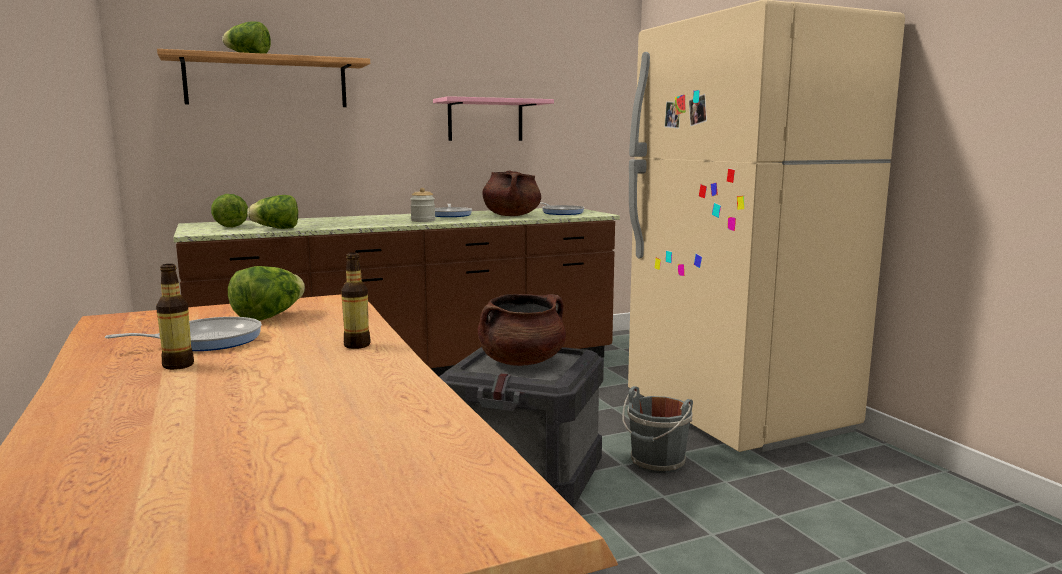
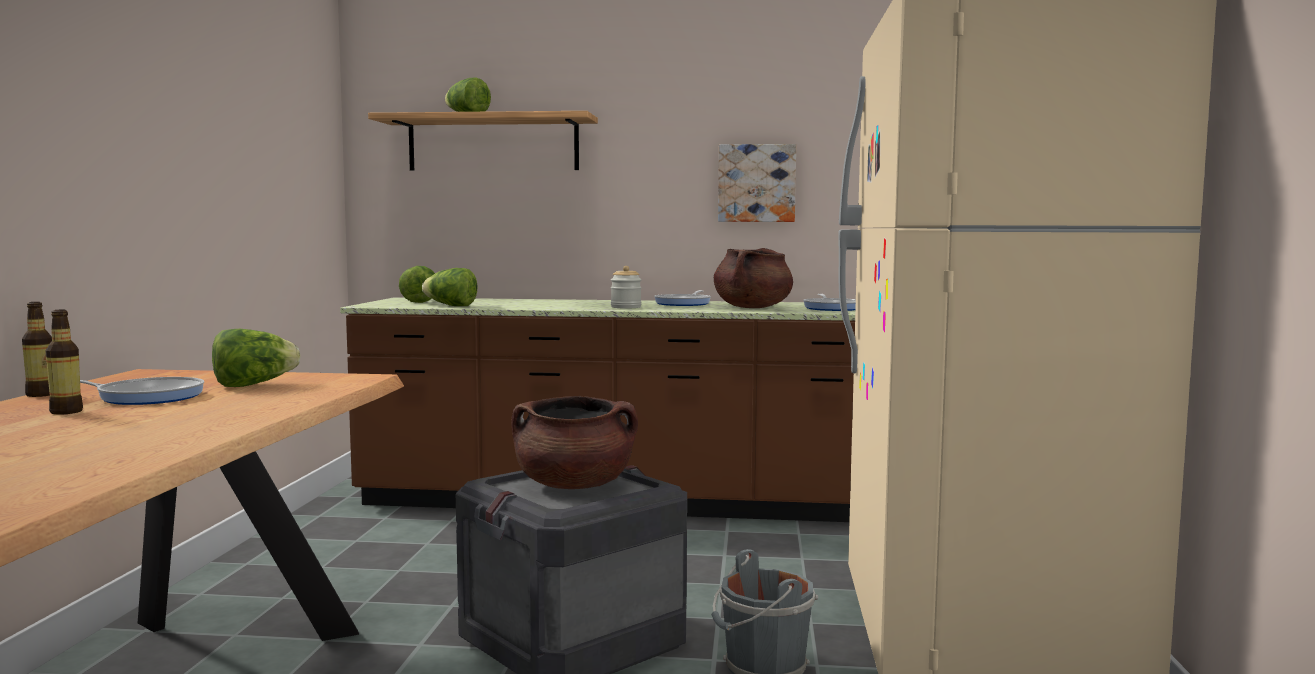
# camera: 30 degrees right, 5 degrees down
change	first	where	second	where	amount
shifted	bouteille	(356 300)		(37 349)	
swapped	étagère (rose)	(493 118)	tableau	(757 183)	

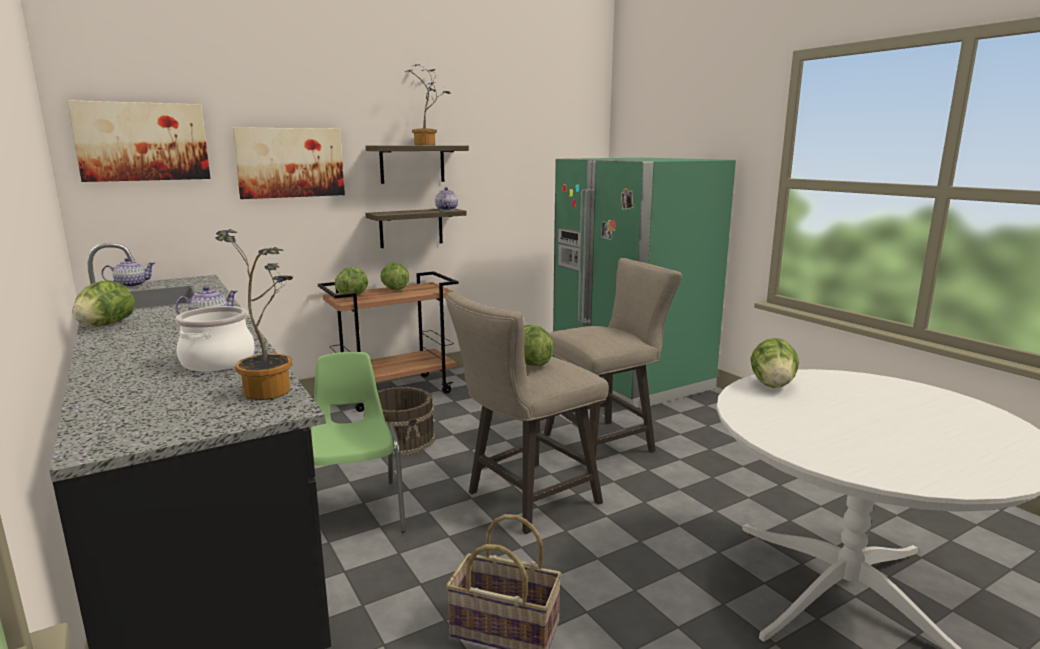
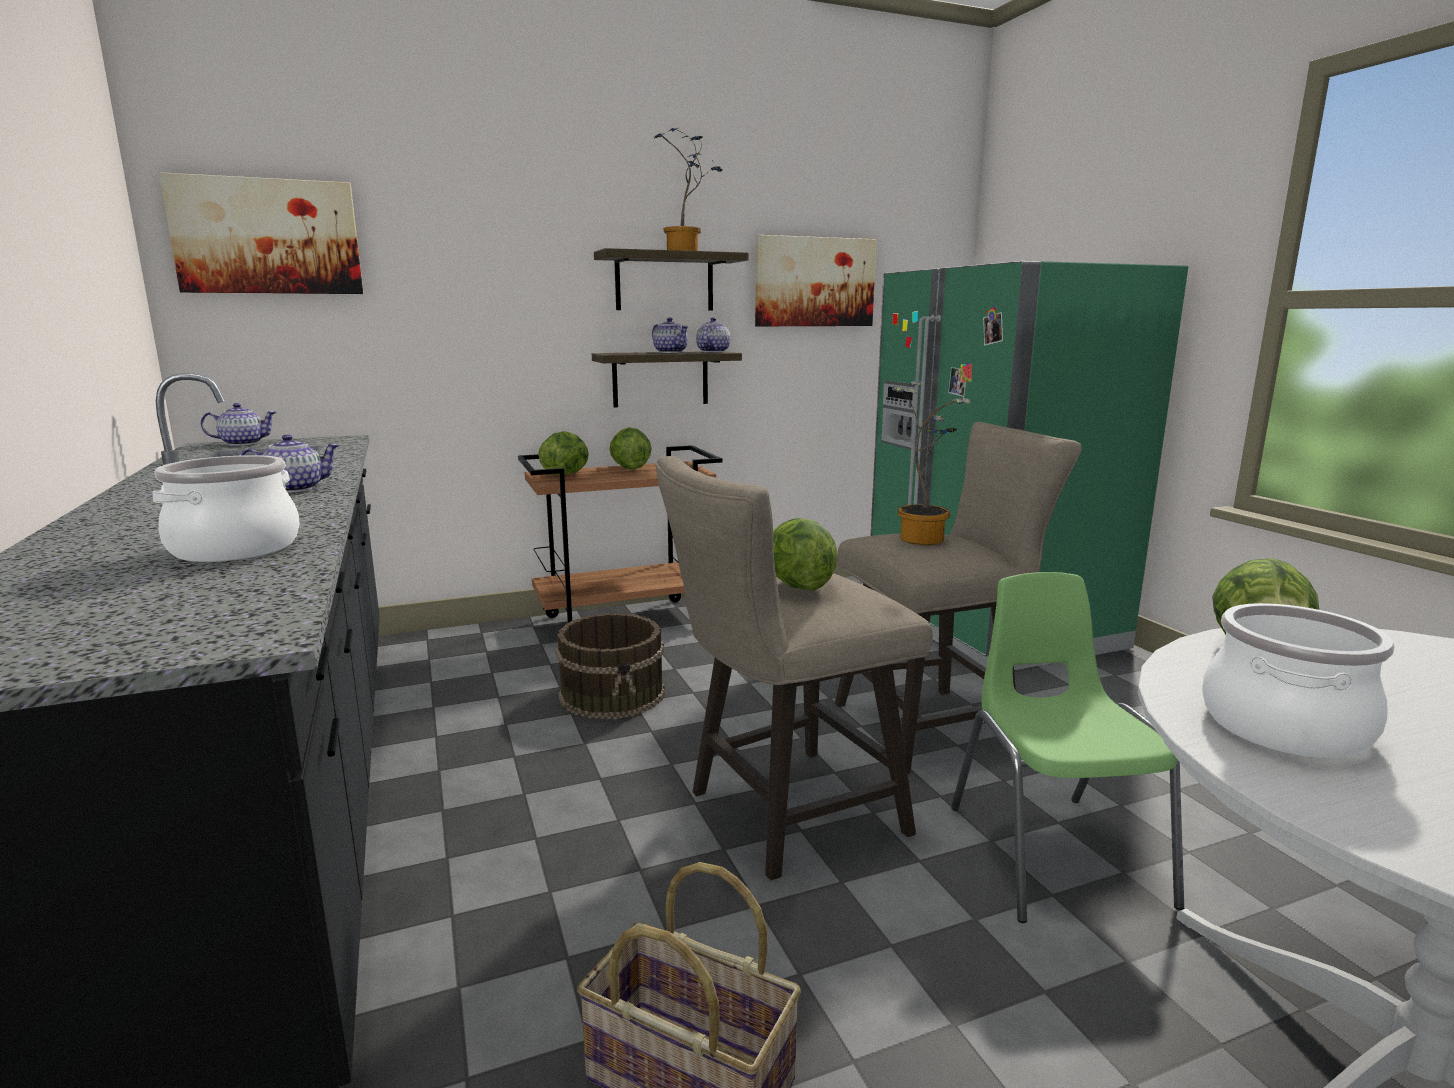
# camera: 10 degrees right, 0 degrees up
change	first	where	second	where	amount
gone	laitue	(103 303)			
shifted	plante en pot	(254 314)		(932 462)	
shifted	tableau	(288 163)		(815 280)	
shifted	chaise (vert)	(358 442)		(1067 747)	
new			théière	(670 335)	
new			marmite	(1298 681)	

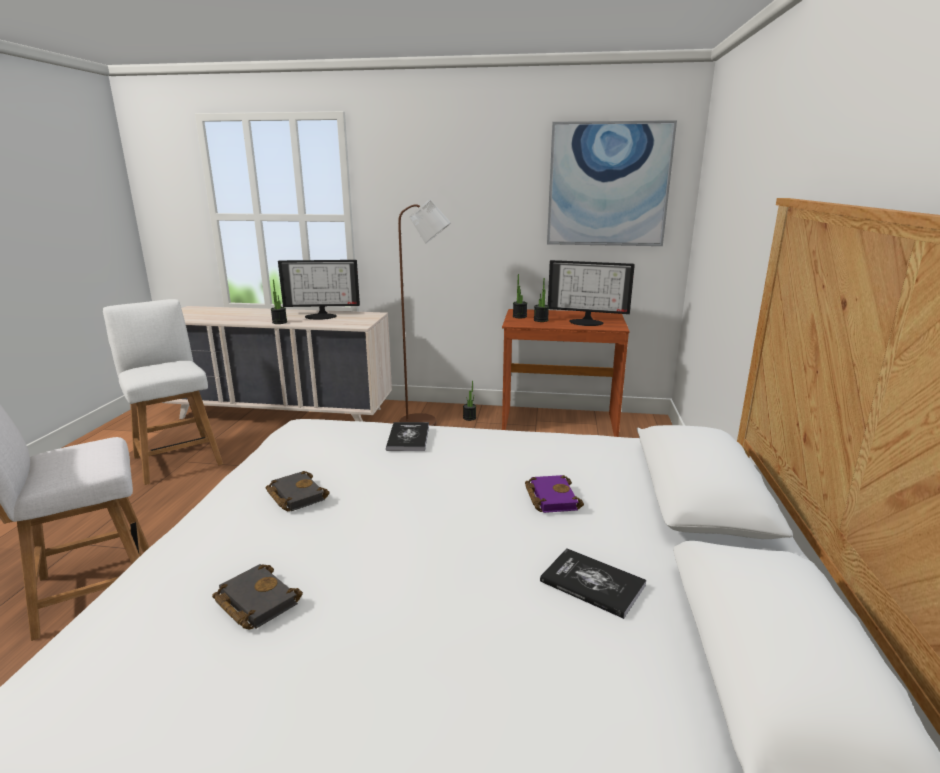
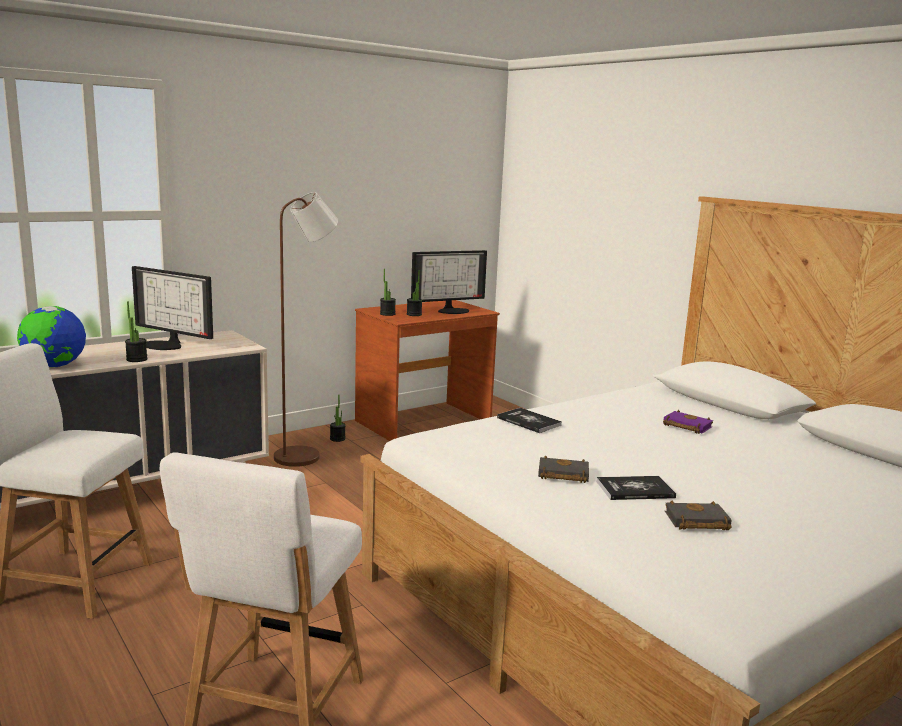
# camera: 45 degrees left, 5 degrees down
change	first	where	second	where	amount
rotated	écran d'ordinateur	(319 290)		(172 308)	75 degrees clockwise
shifted	livre	(593 583)		(636 488)	
gone	tableau	(612 183)			
new			globe	(51 336)	

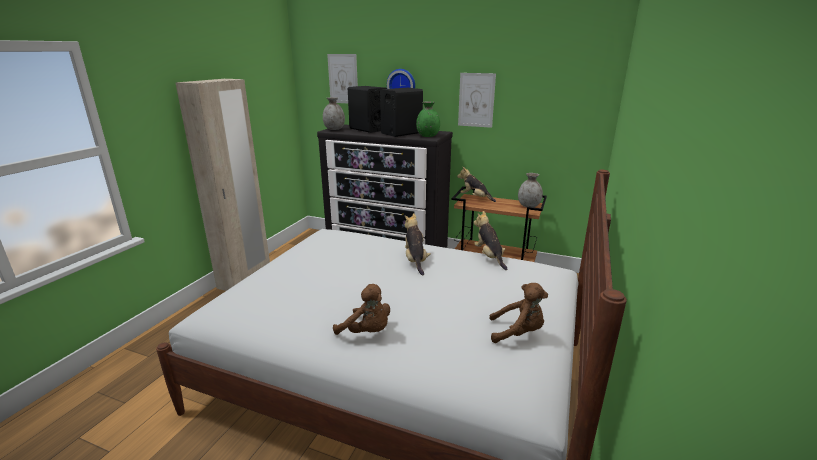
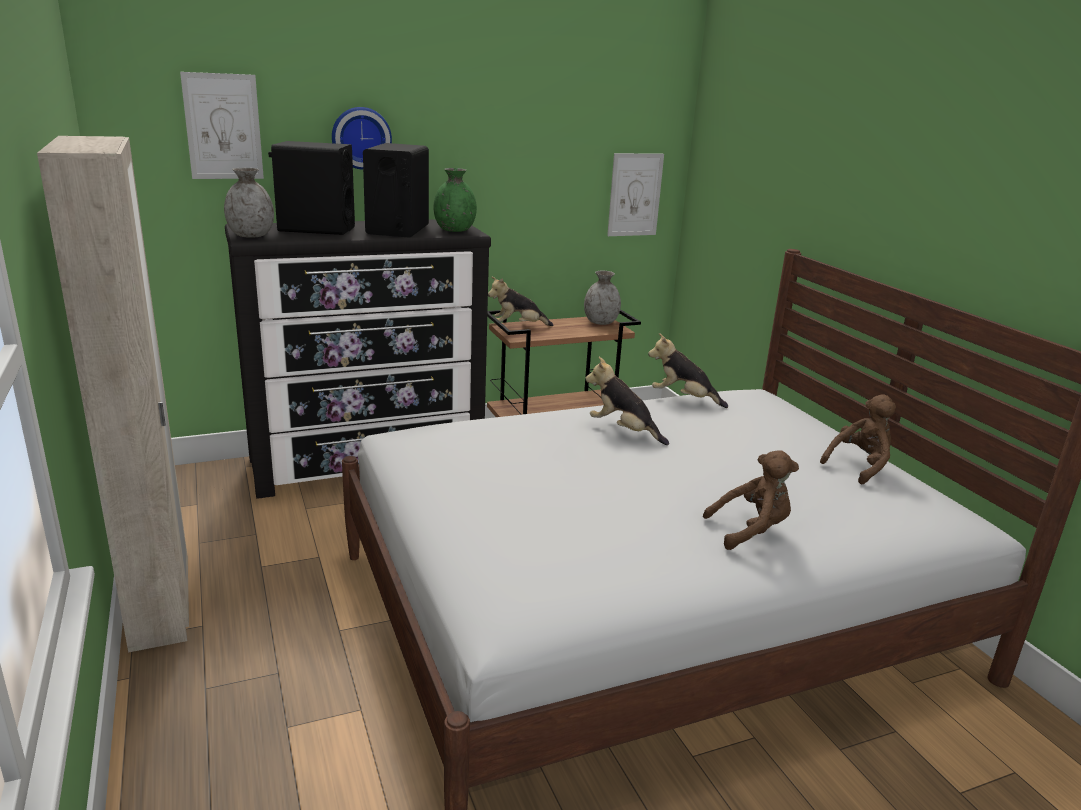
# camera: 45 degrees left, 0 degrees up
change	first	where	second	where	amount
shifted	tableau	(477 100)		(635 194)	

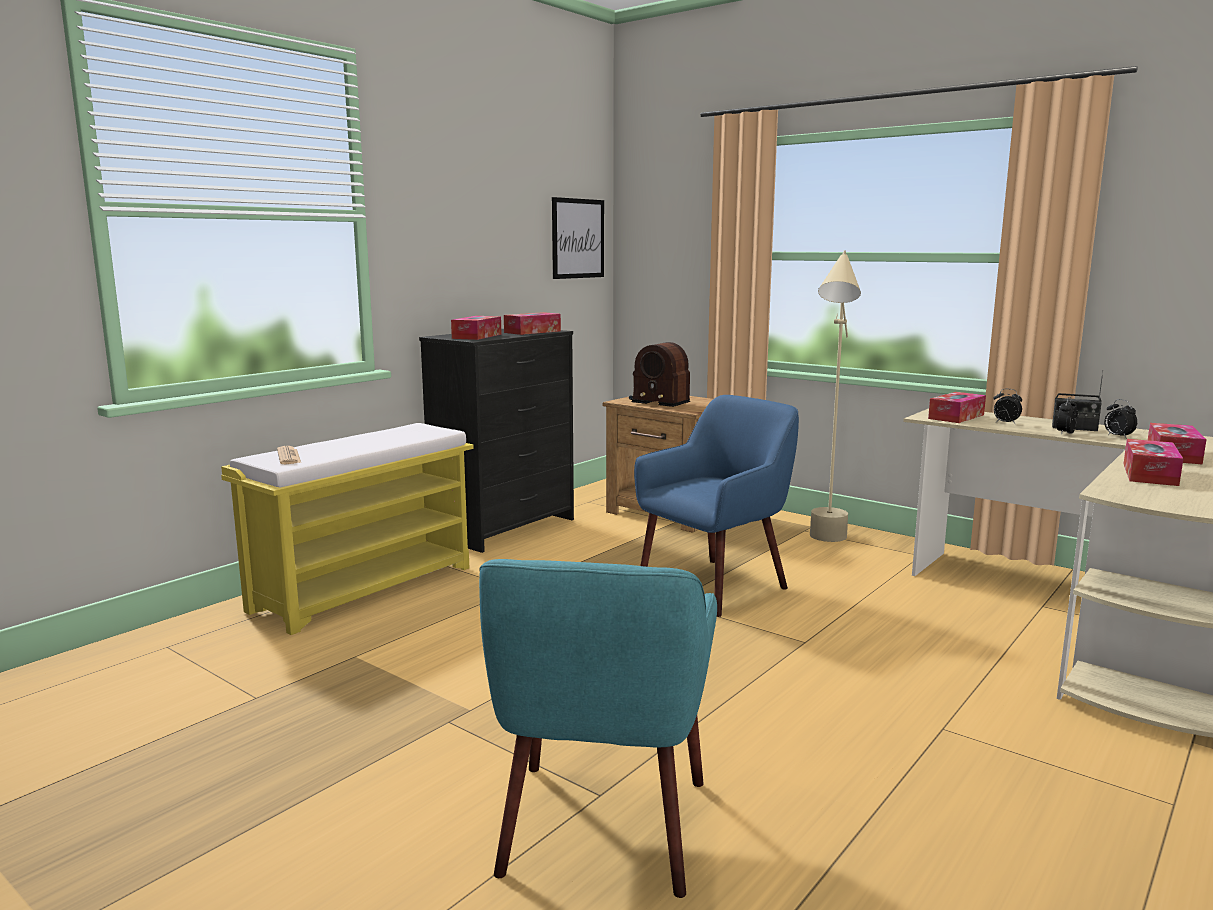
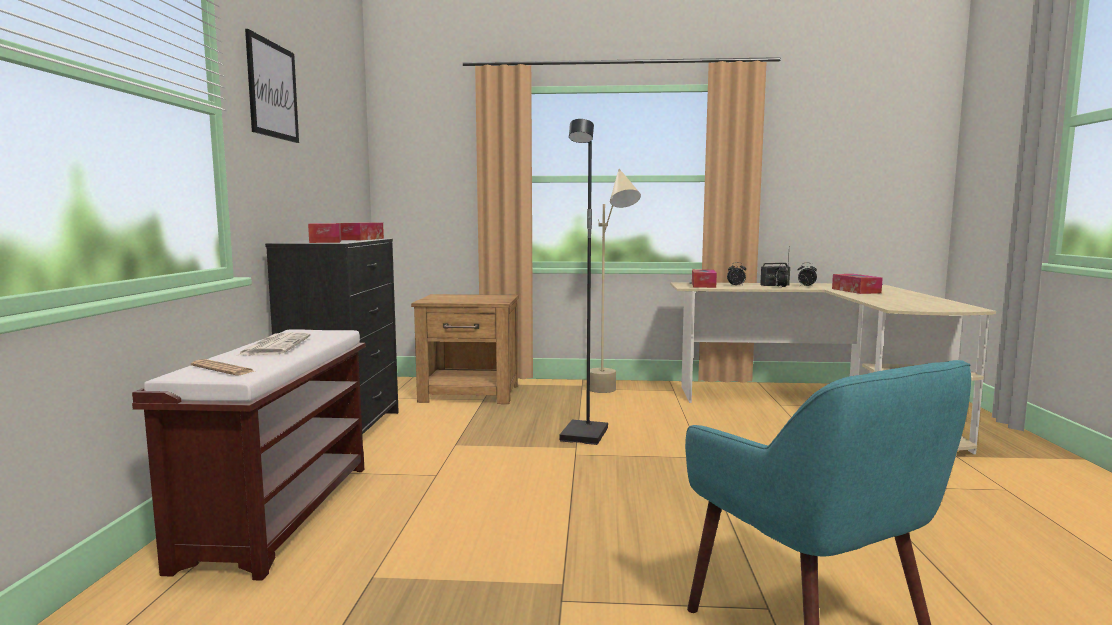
# camera: 35 degrees left, 5 degrees down
change	first	where	second	where	amount
repainted	banc (jaune)	(347 529)	banc (marron)	(249 455)	
shifted	tableau	(578 238)		(272 86)	
gone	radio	(659 374)			
swapped	fauteuil (bleu)	(716 506)	lampadaire (noir)	(583 282)	
gone	boîte à mouchoirs	(1153 462)			
new			journal	(273 344)	

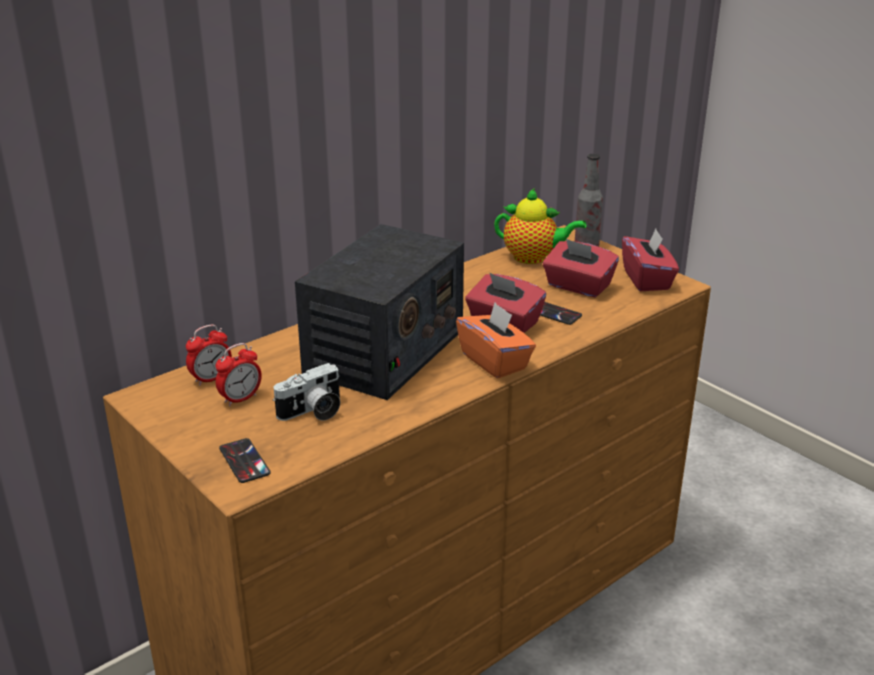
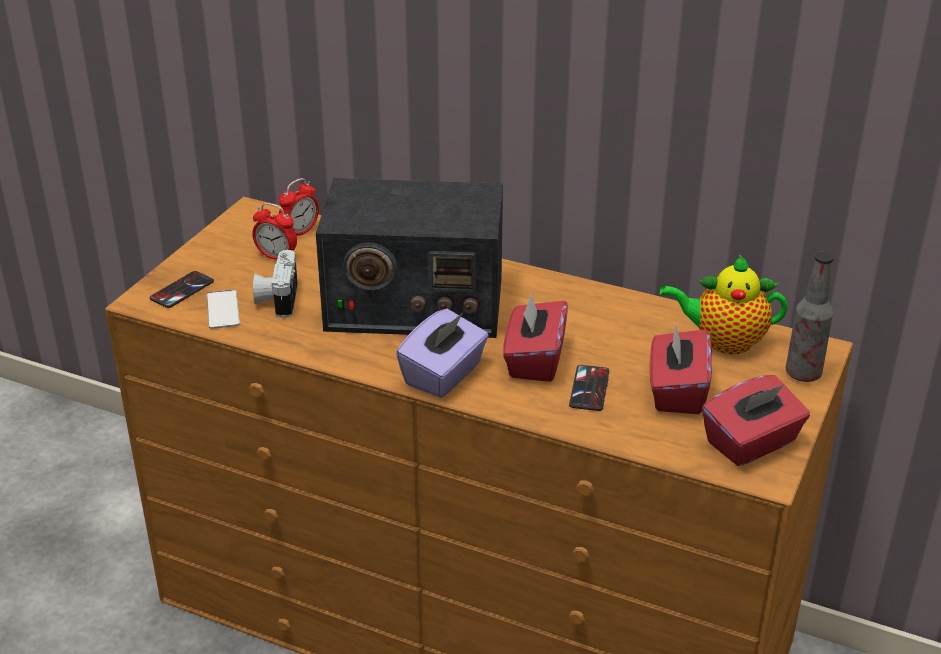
# camera: 65 degrees right, 5 degrees up
change	first	where	second	where	amount
rotated	réveil	(209 355)		(299 207)	75 degrees counterclockwise
rotated	appareil photo	(306 392)		(275 284)	60 degrees clockwise
repainted	boîte à mouchoirs (orange)	(496 340)	boîte à mouchoirs (violet)	(442 353)	
rotated	théière	(540 226)		(724 304)	105 degrees clockwise
new			téléphone	(223 309)	

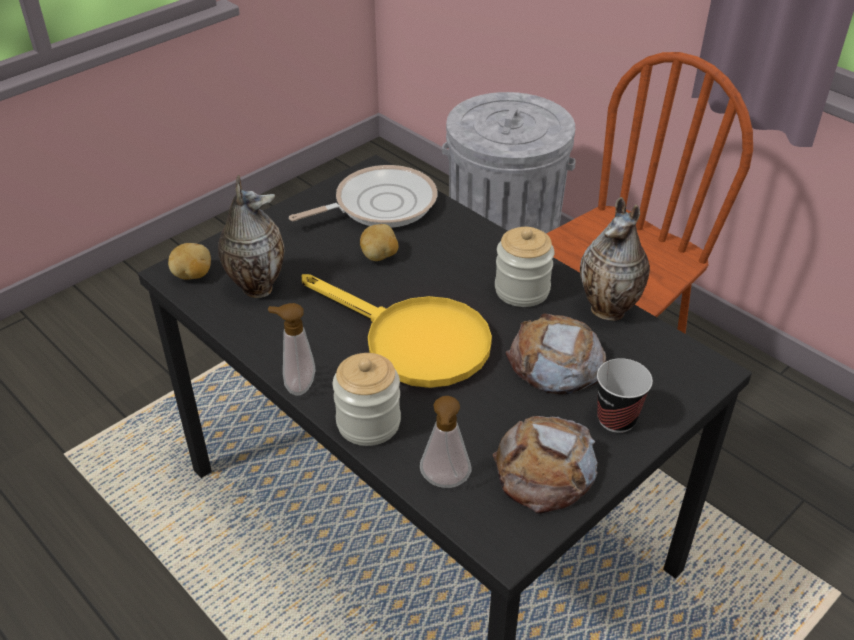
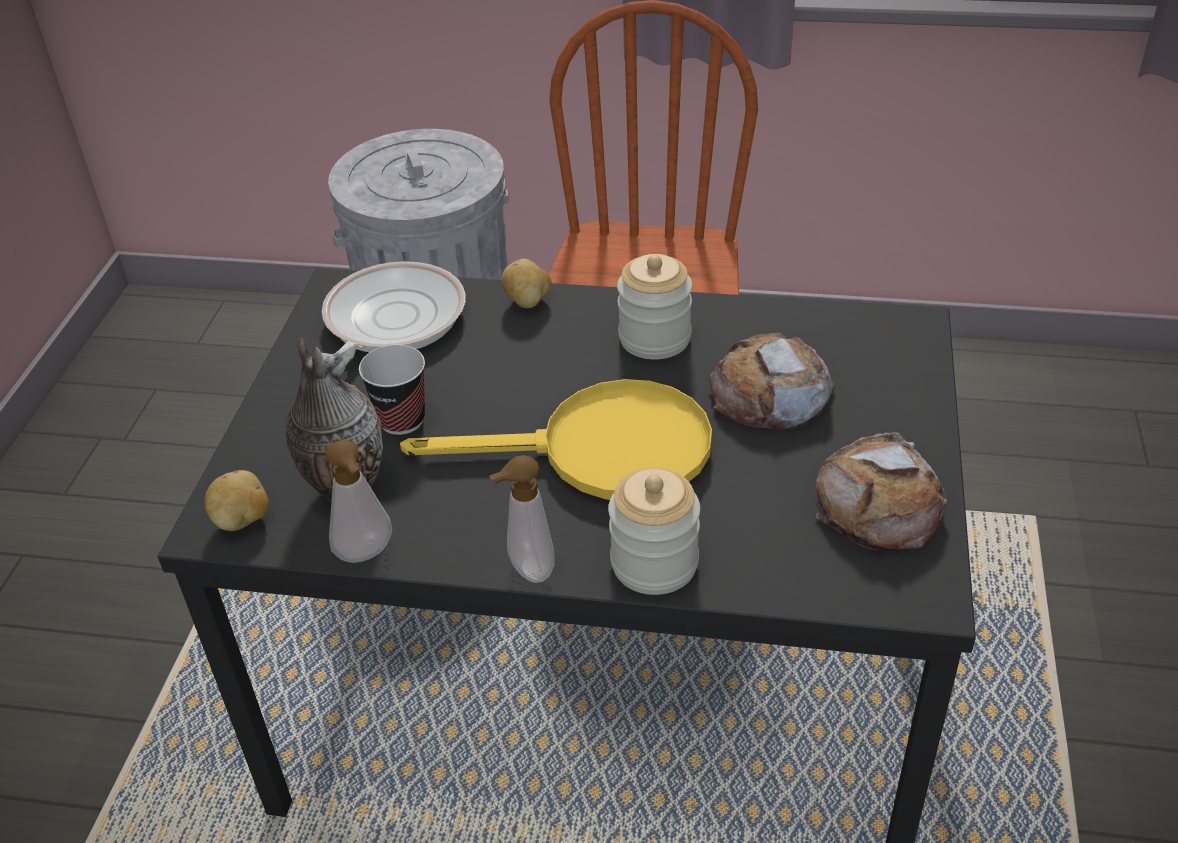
# camera: 35 degrees left, 0 degrees up
change	first	where	second	where	amount
shifted	pomme de terre	(379 242)		(526 283)	
shifted	distributeur de savon	(445 442)		(358 501)	
gone	vase	(615 259)			
shifted	tasse	(625 395)		(392 390)	

